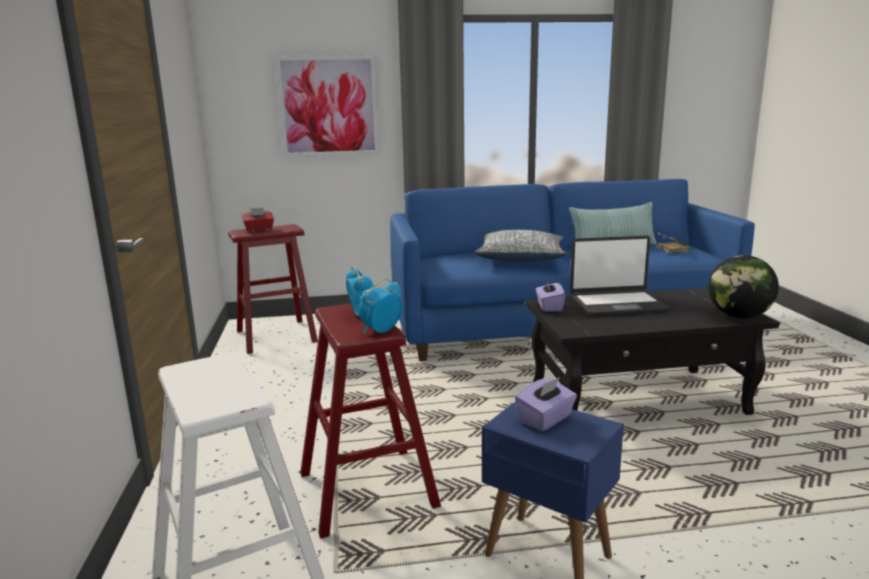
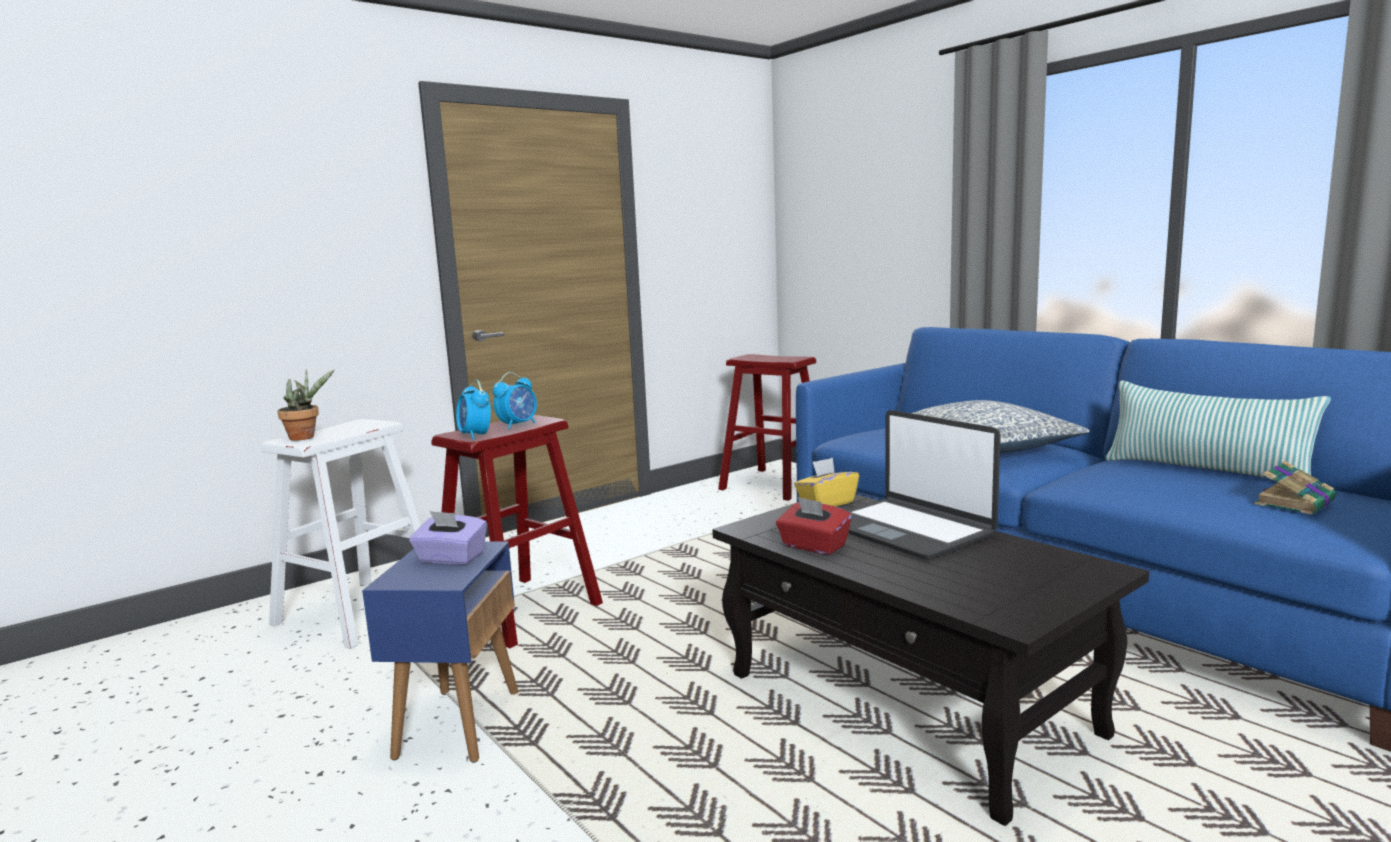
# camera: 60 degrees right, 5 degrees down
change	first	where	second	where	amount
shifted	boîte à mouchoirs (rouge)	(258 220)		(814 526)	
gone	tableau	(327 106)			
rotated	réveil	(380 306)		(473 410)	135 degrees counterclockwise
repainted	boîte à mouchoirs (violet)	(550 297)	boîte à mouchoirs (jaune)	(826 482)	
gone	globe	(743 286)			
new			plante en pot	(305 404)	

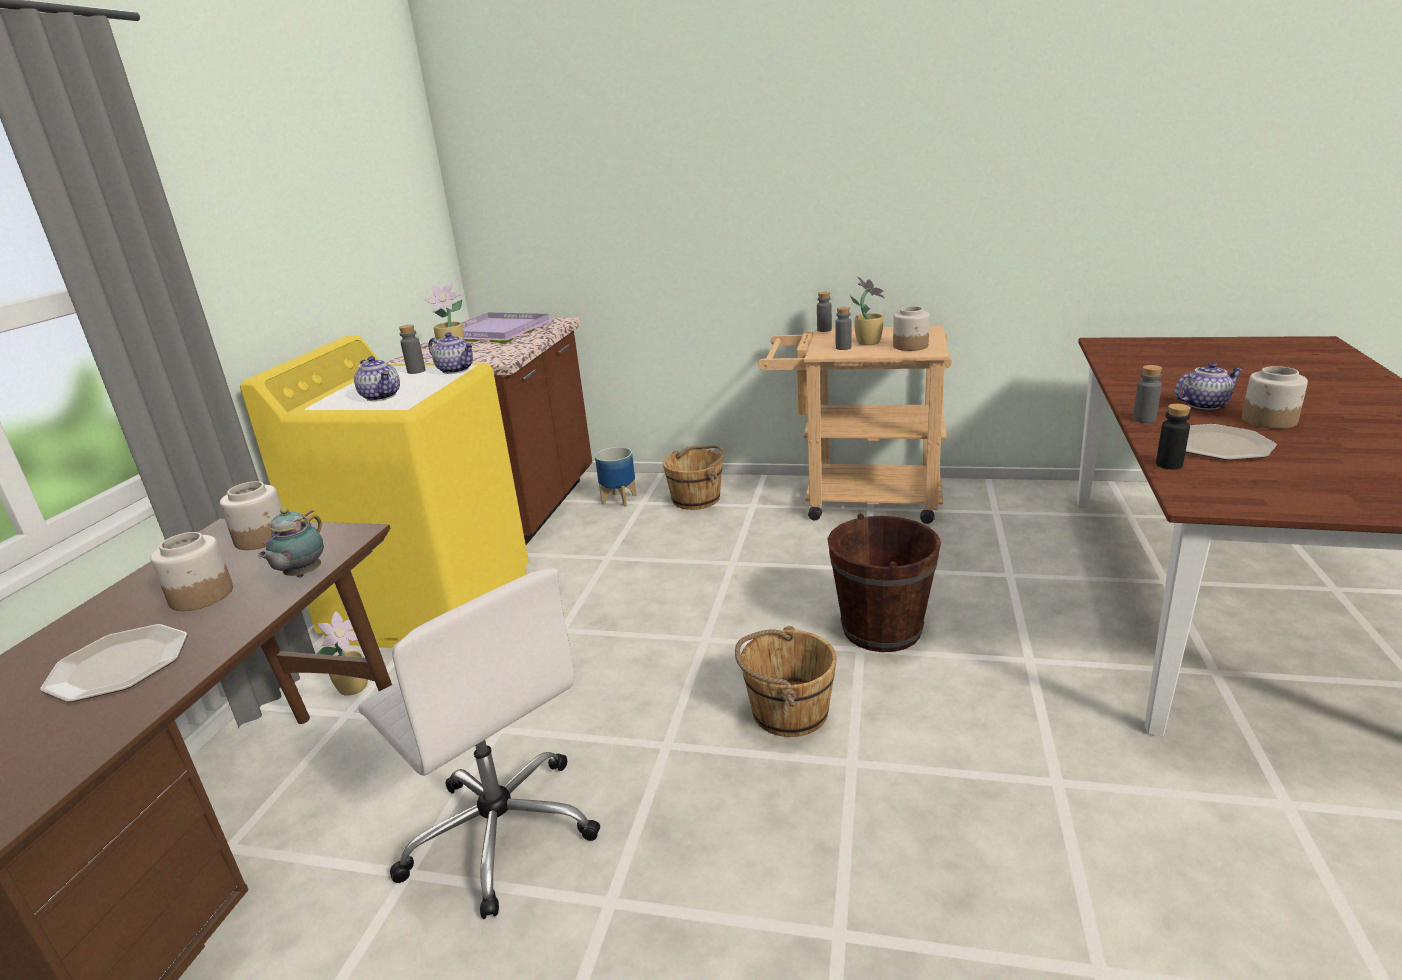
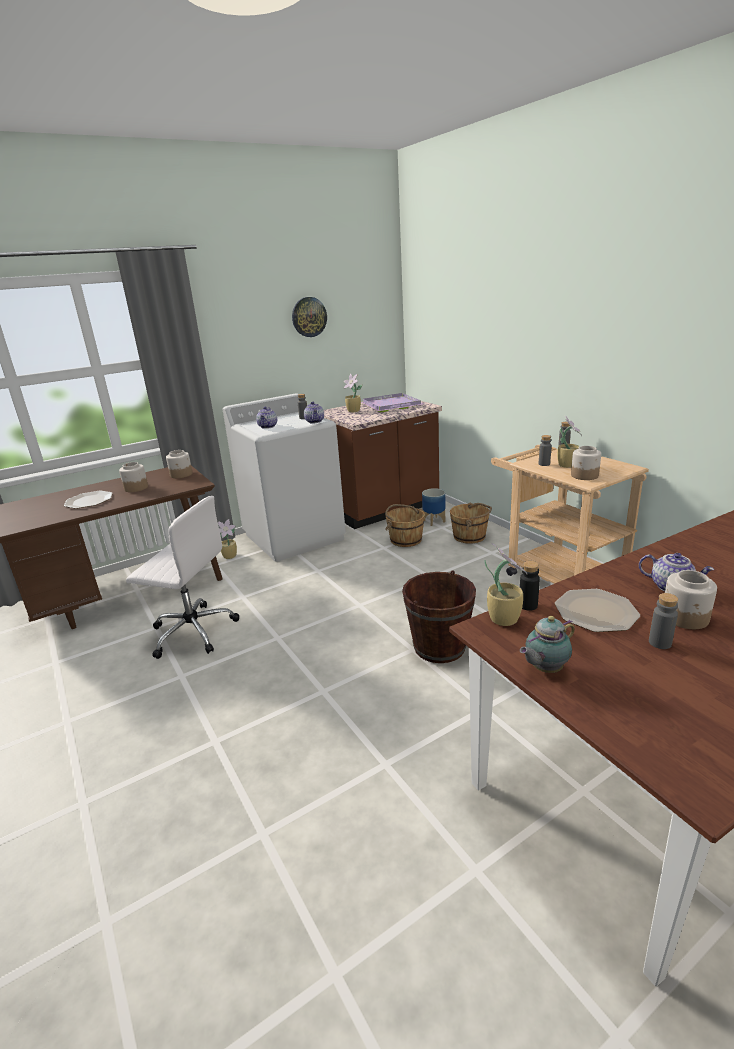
# camera: 45 degrees right, 0 degrees up
change	first	where	second	where	amount
repainted	lave-linge (jaune)	(384 491)	lave-linge (blanc)	(284 477)	
shifted	théière	(291 543)		(547 644)	
rotated	chaise de bureau (blanc)	(479 743)		(182 577)	75 degrees counterclockwise
shifted	seau (marron)	(786 681)		(405 525)	
shifted	bouteille (gris)	(1147 394)		(663 621)	
new			horloge murale	(309 317)	
new			plante en pot	(506 584)	

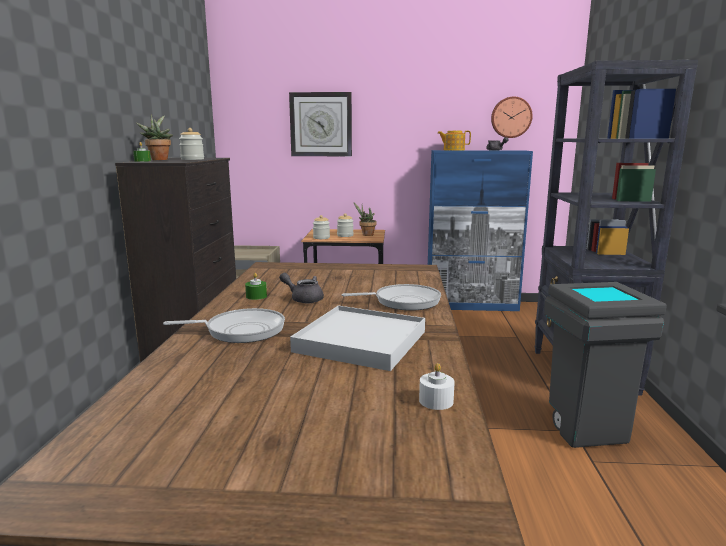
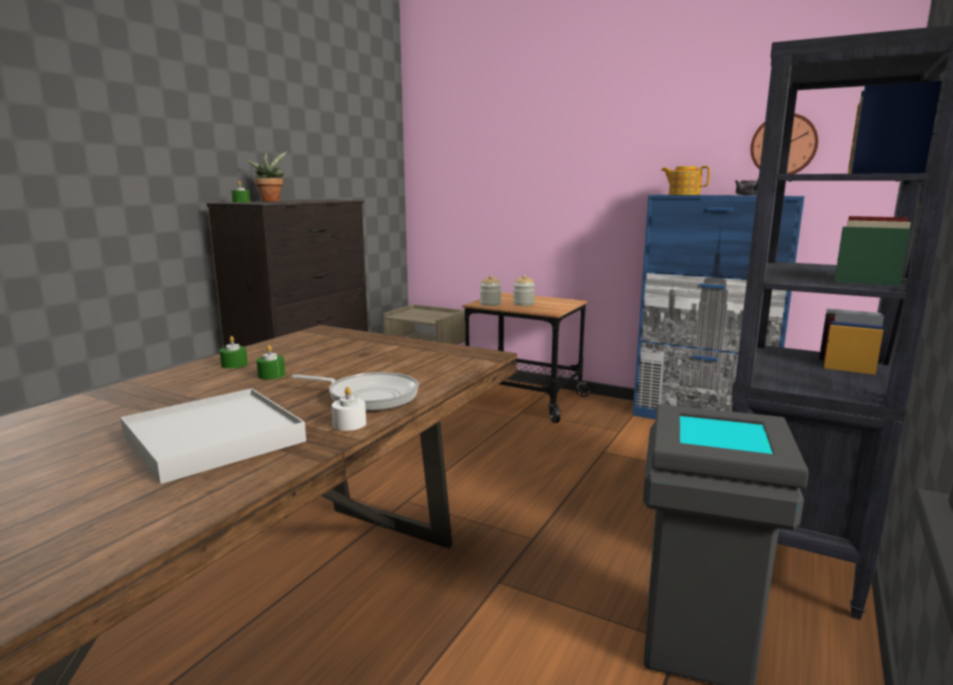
# camera: 25 degrees right, 0 degrees up
change	first	where	second	where	amount
gone	poêle	(224 325)			
gone	bocal	(191 144)			
swapped	théière (gris)	(301 288)	bougie (vert)	(270 362)	
gone	horloge murale	(320 124)			
gone	plante en pot	(365 219)			
shifted	bougie (blanc)	(437 386)		(349 409)	

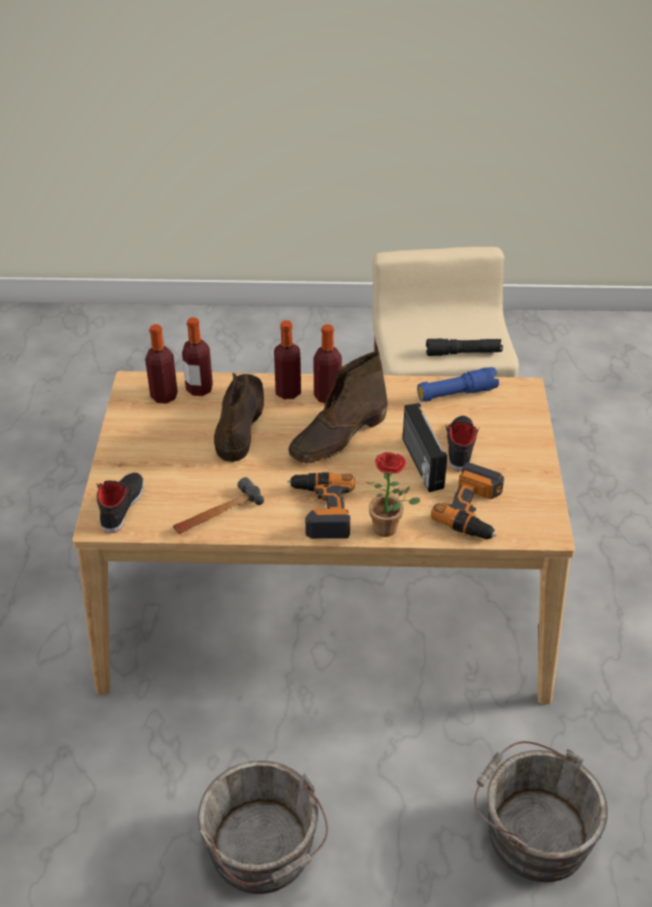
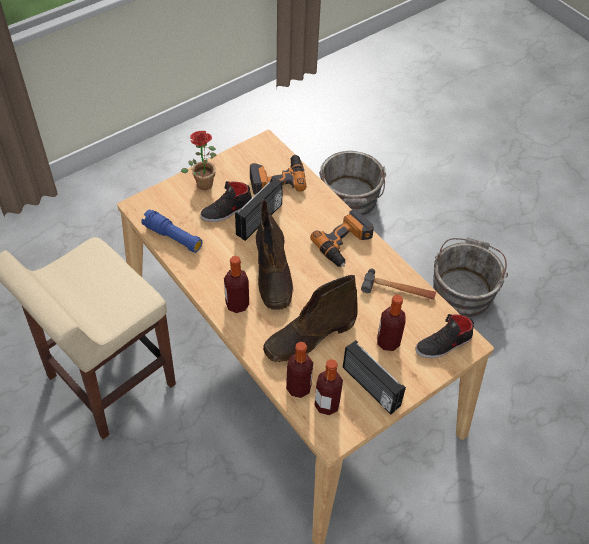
# camera: 130 degrees left, 10 degrees up
change	first	where	second	where	amount
shifted	bouteille	(287 359)		(391 323)	
rotated	botte (marron)	(338 407)		(275 254)	75 degrees clockwise
shifted	plante en pot	(393 494)		(198 160)	
gone	lampe de poche (noir)	(464 347)			
new			radio	(374 377)	

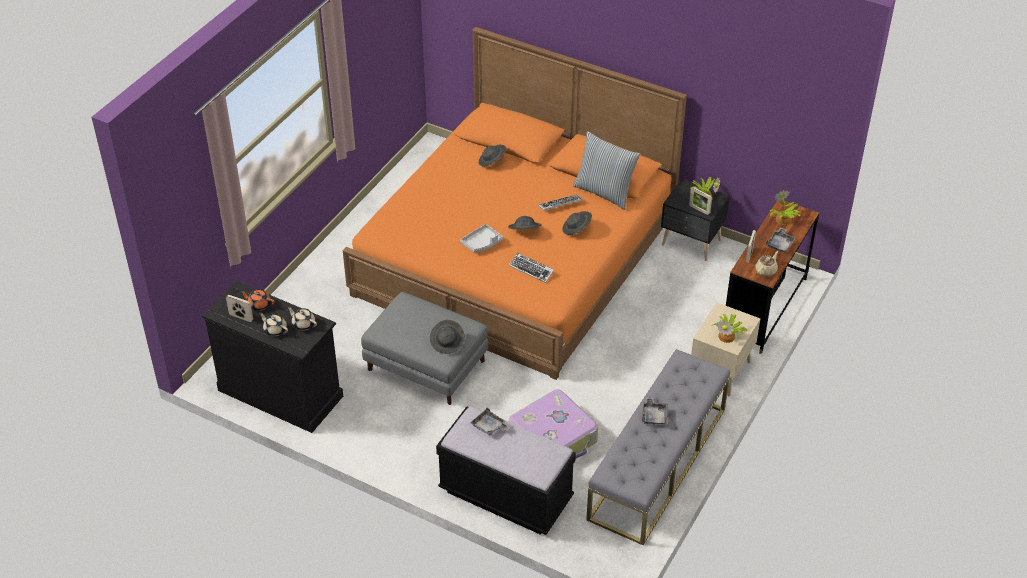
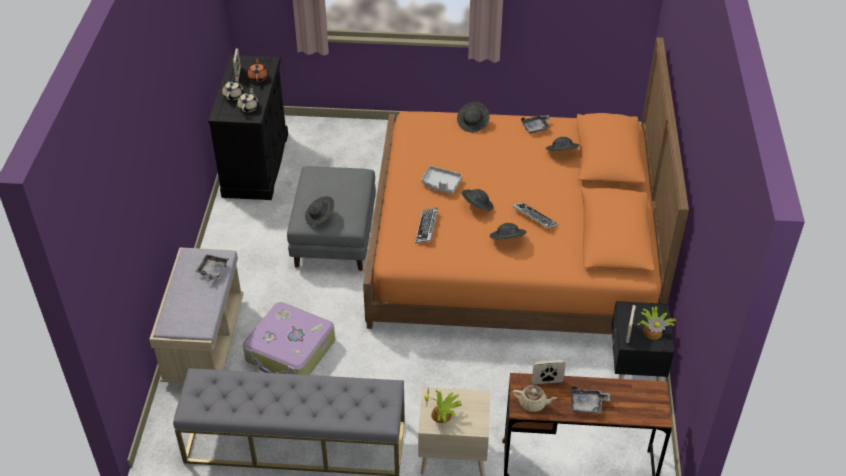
# camera: 65 degrees right, 0 degrees up
change	first	where	second	where	amount
repainted	banc (noir)	(506 470)	banc (beige)	(196 315)	
gone	coussin	(606 170)			
shifted	plateau (gris)	(655 411)		(536 124)	
gone	plante en pot	(785 207)			
new			chapeau (gris)	(473 117)	

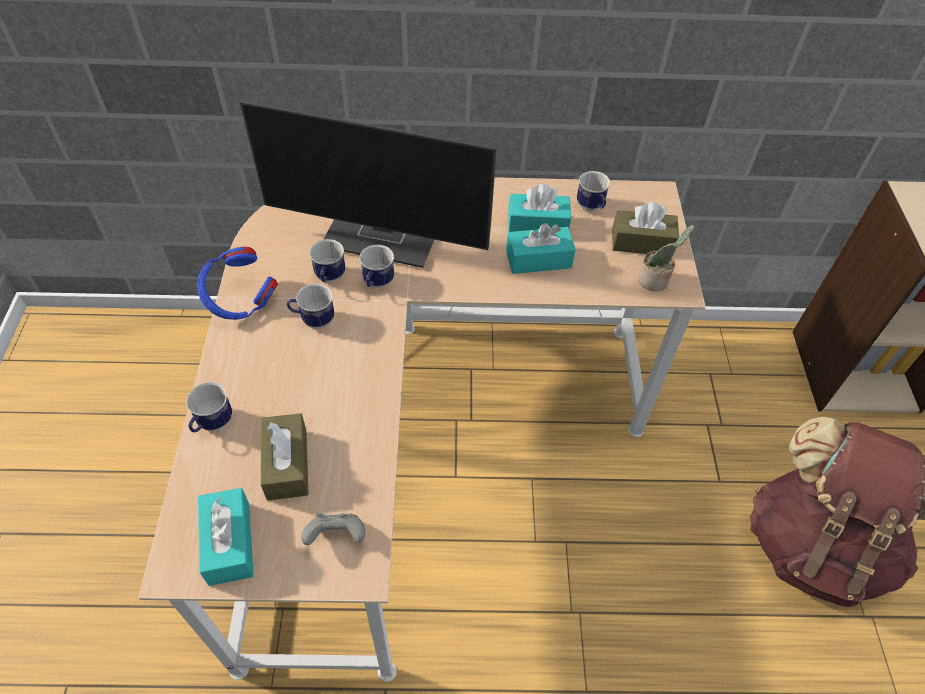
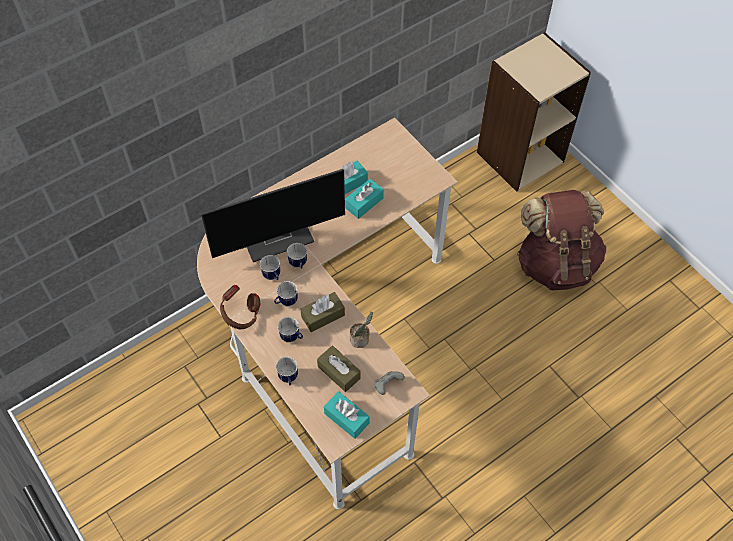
# camera: 35 degrees left, 5 degrees up
change	first	where	second	where	amount
repainted	casque audio (bleu)	(237 283)	casque audio (marron)	(240 307)	
shifted	mug	(593 191)		(290 330)	
shifted	boîte à mouchoirs (marron)	(645 228)		(323 312)	
shifted	plante en pot	(666 258)		(361 330)	

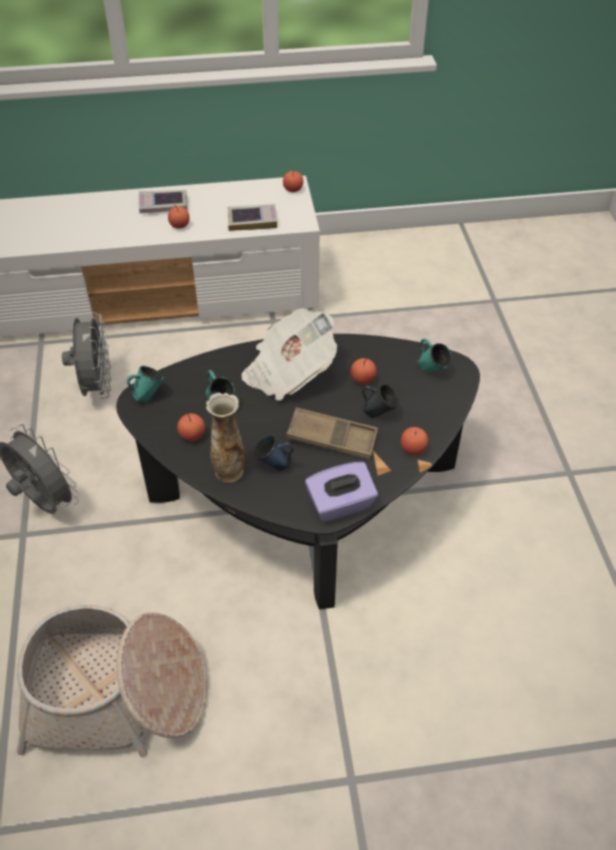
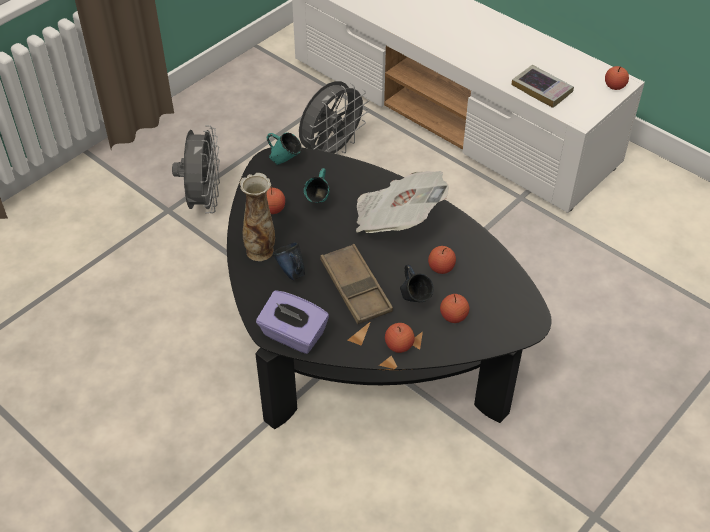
# camera: 50 degrees right, 0 degrees up
change	first	where	second	where	amount
gone	panier	(112 681)			
gone	livre	(163 202)			
shifted	pomme	(179 217)		(454 308)	
gone	mug (turquoise)	(434 355)			

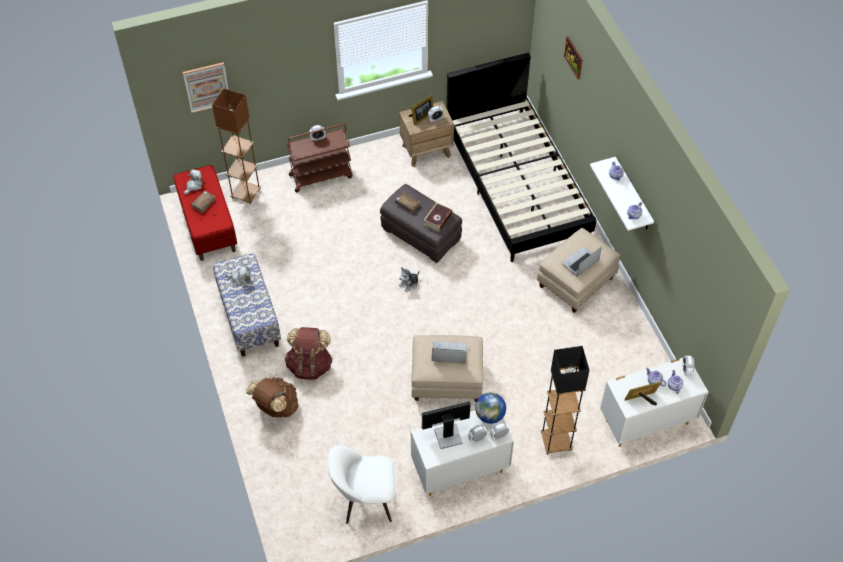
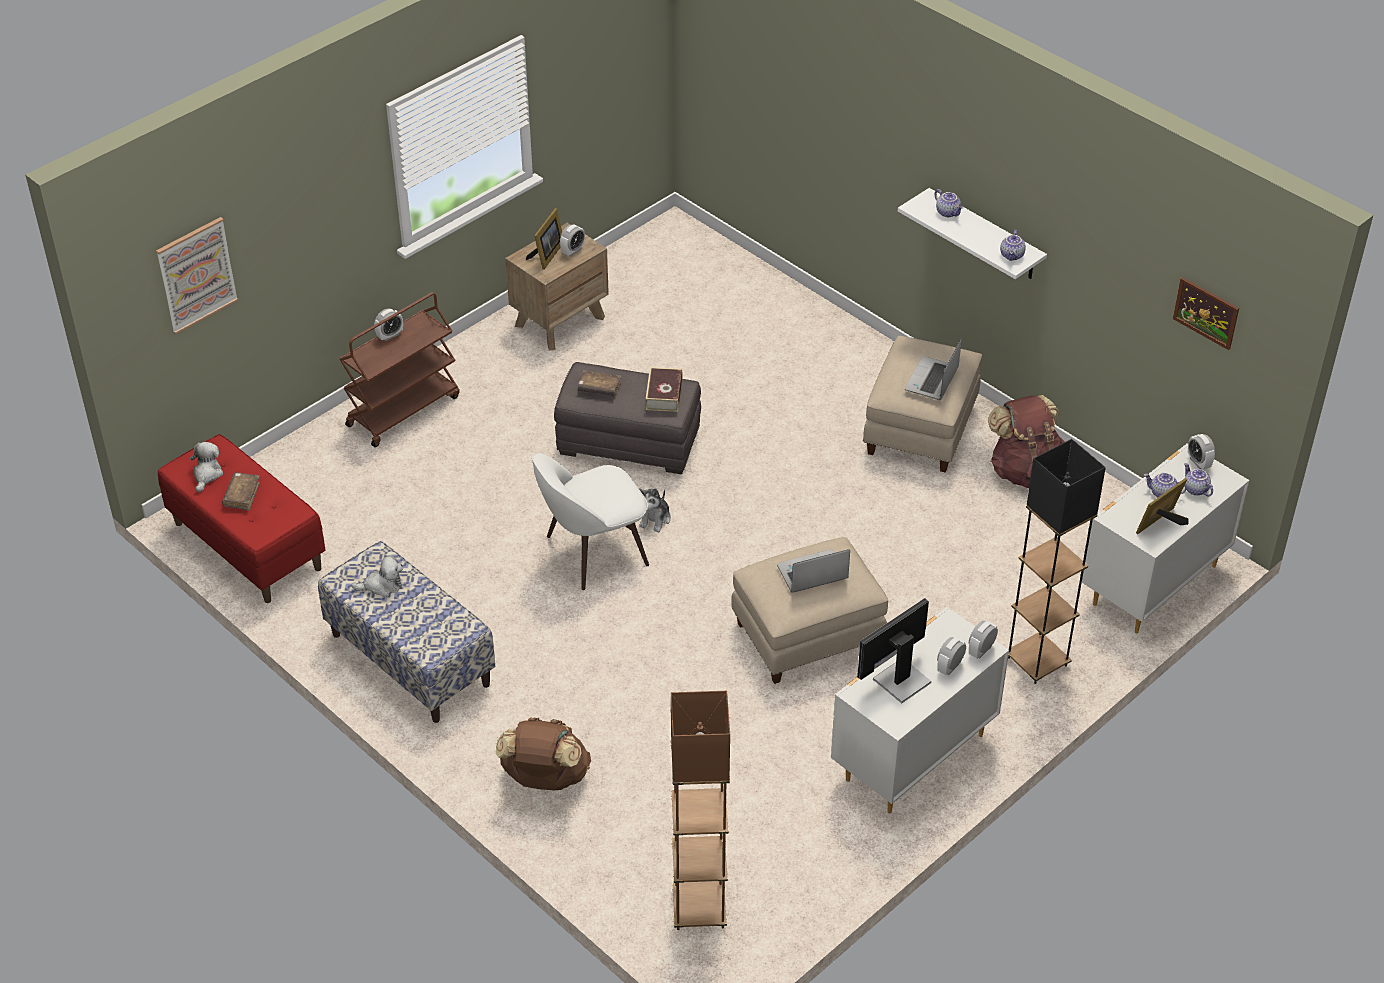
# camera: 25 degrees left, 10 degrees down
change	first	where	second	where	amount
shifted	lampadaire (marron)	(236 146)		(700 810)	
shifted	sac à dos (marron)	(309 353)		(1026 441)	
shifted	chaise (blanc)	(362 484)		(590 521)	
gone	lit (noir)	(521 157)			
gone	globe	(490 408)			
shifted	tableau	(573 58)		(1206 313)	

